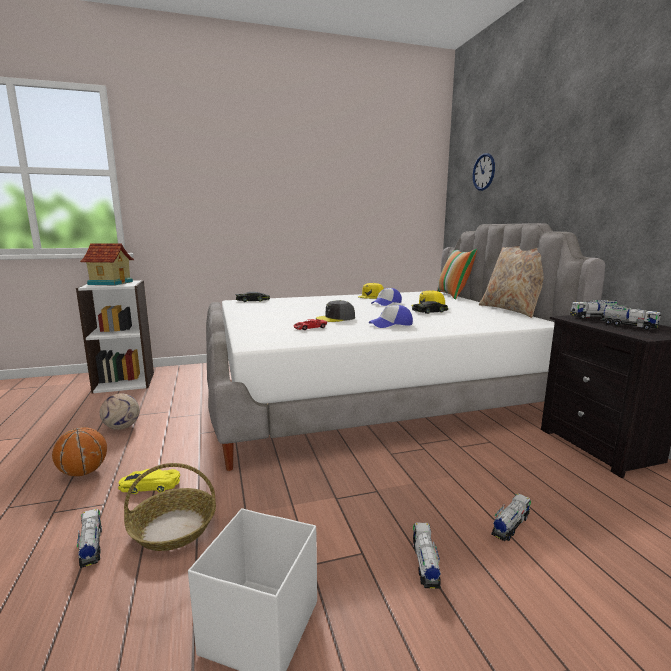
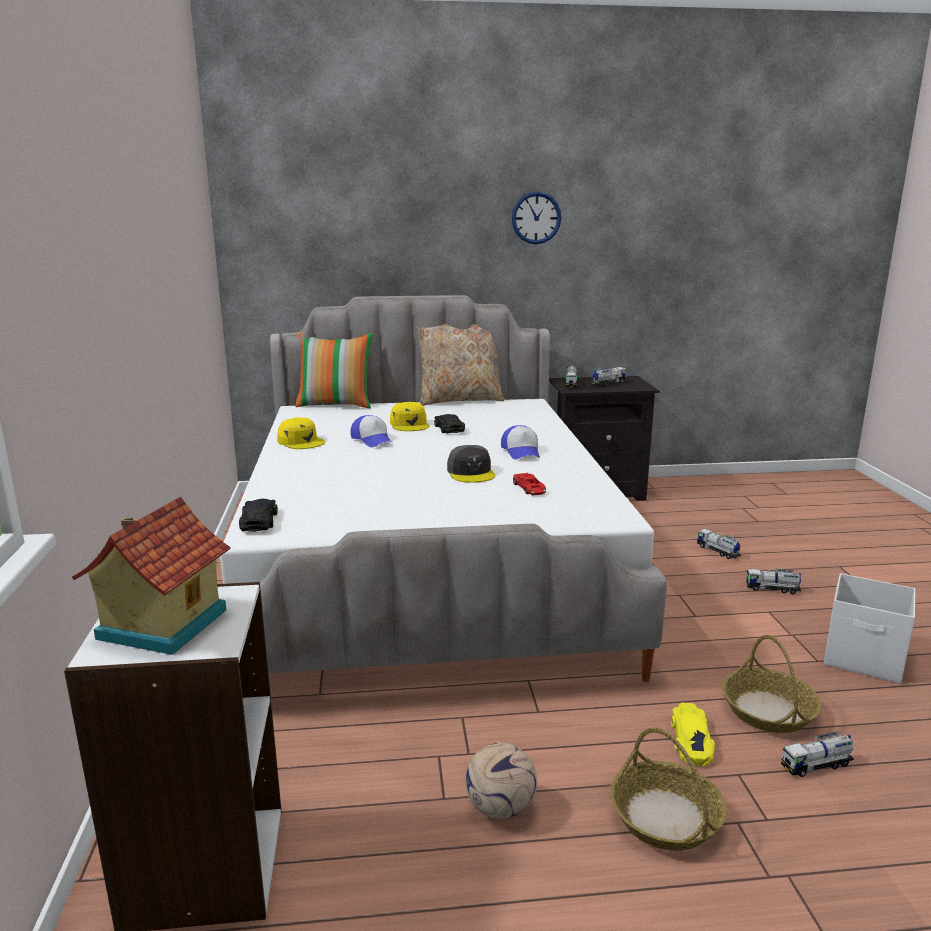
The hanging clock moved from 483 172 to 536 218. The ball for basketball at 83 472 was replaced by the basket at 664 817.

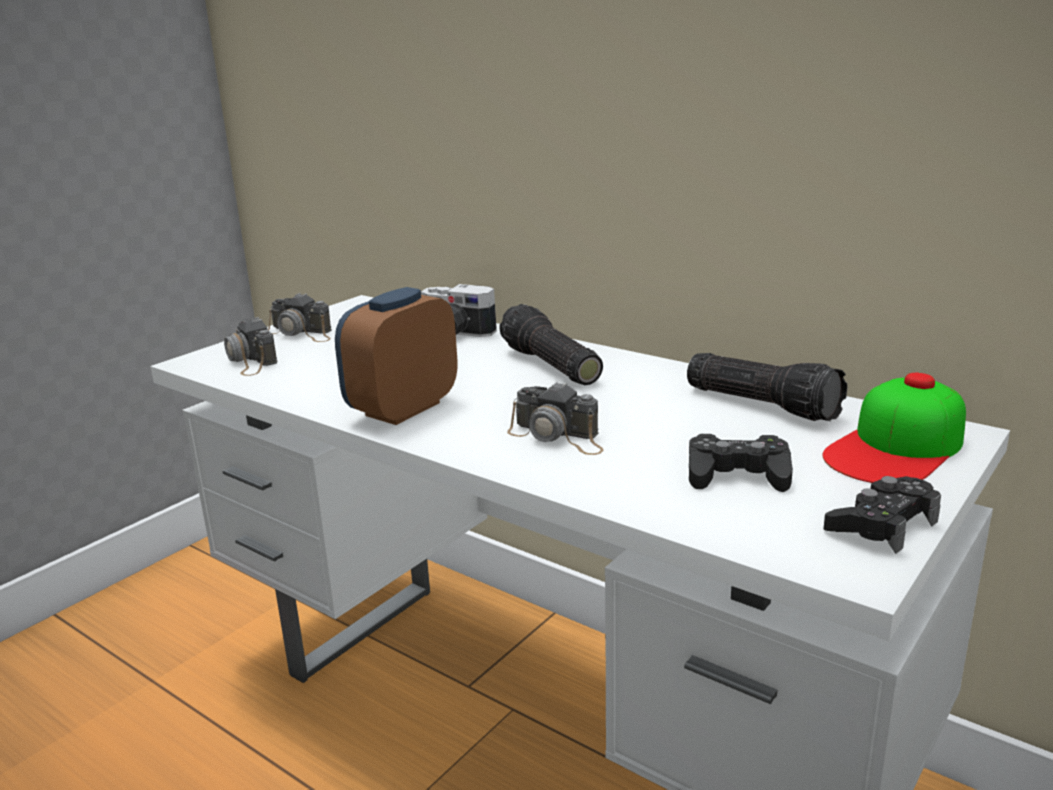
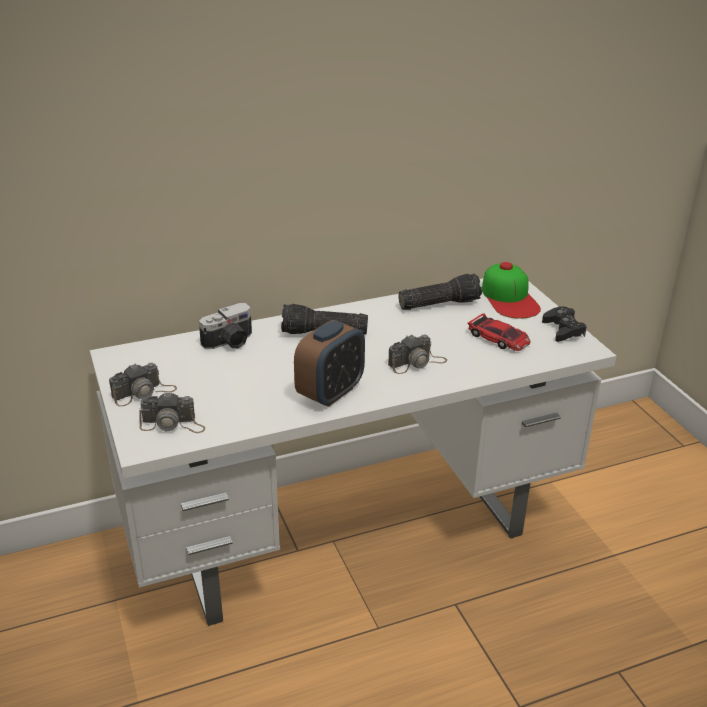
The black gamepad at 737 474 was replaced by the model car at 498 338. The bedside clock at 403 409 turned 120 degrees counterclockwise.

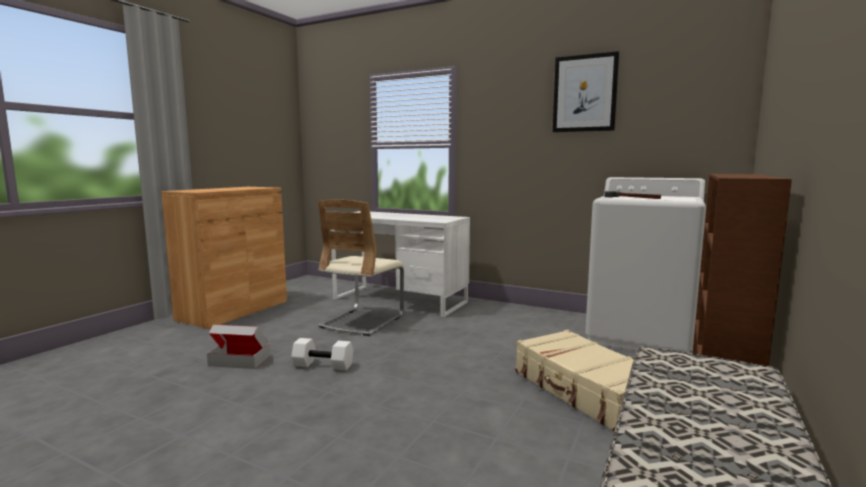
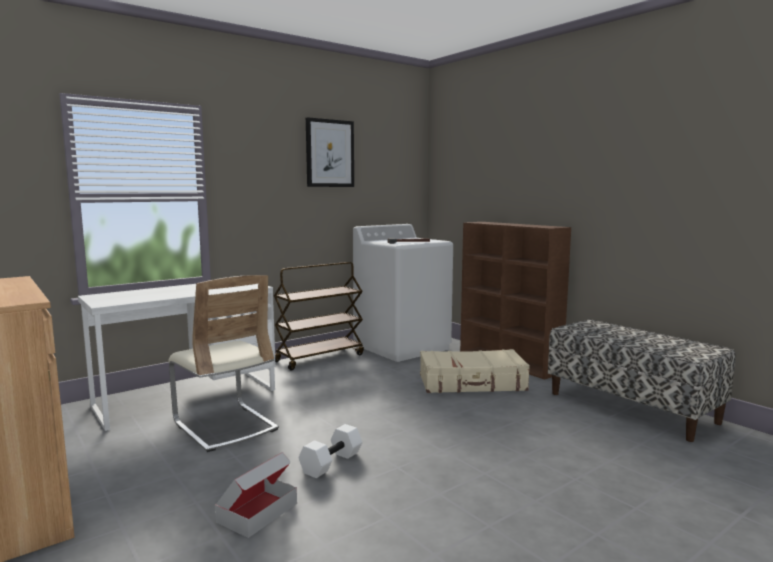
The brownish cart at 319 358 appeared.

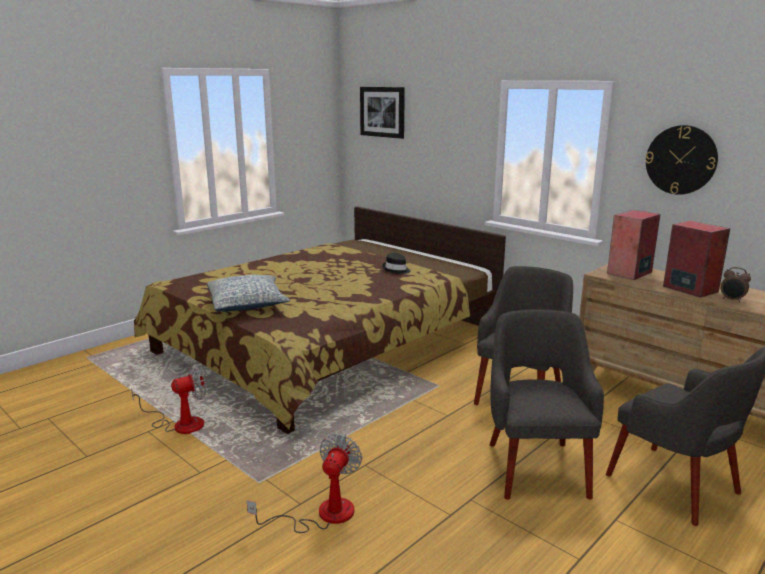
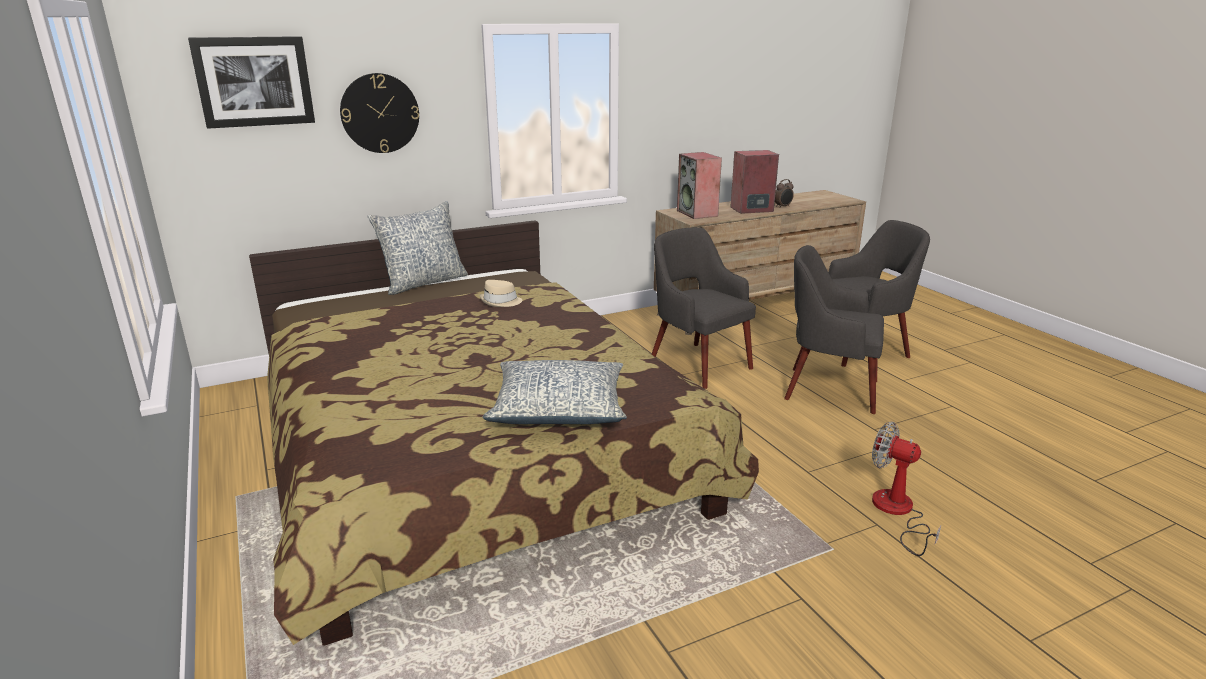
The fan at 180 424 disappeared. The cushion at 423 282 appeared. The hanging clock moved from 681 160 to 380 113. The black hat at 396 270 became the beige hat at 501 302.

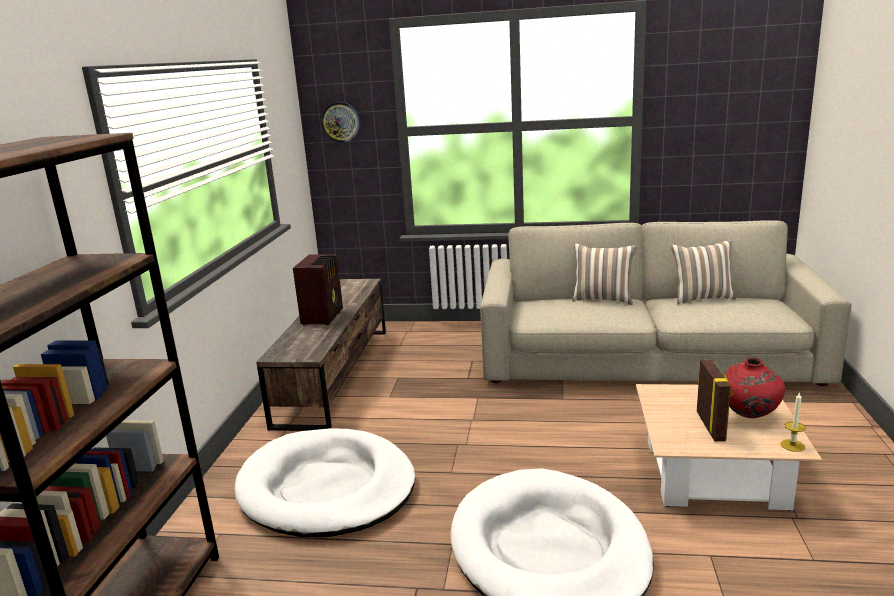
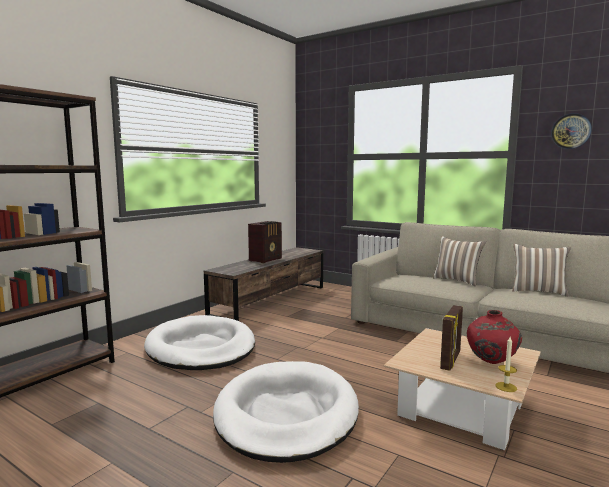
The hanging clock moved from 340 122 to 571 131.

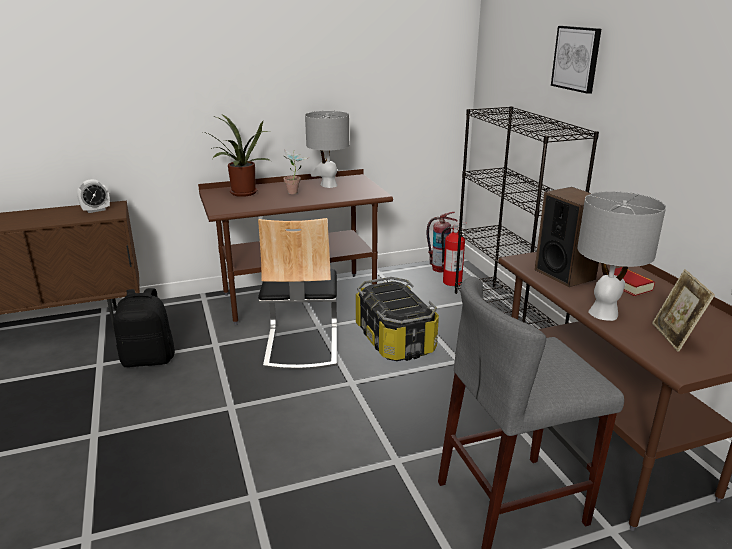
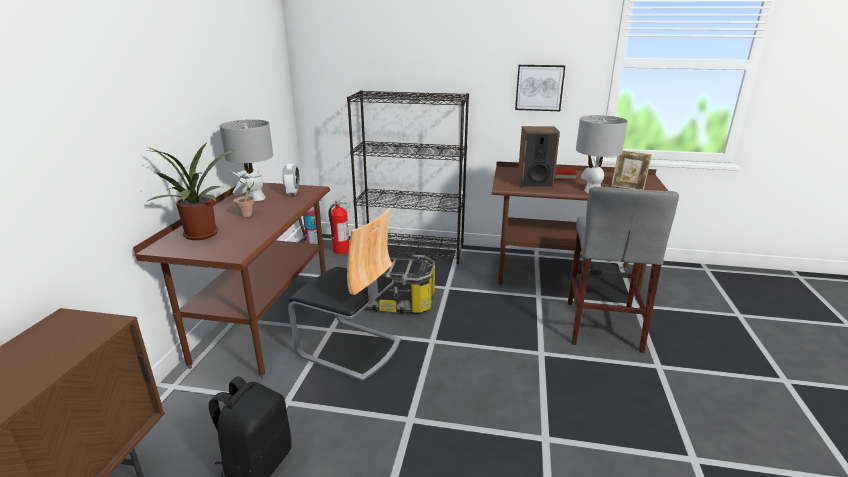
The bedside clock moved from 96 210 to 292 192. The picture moved from 576 58 to 539 87.

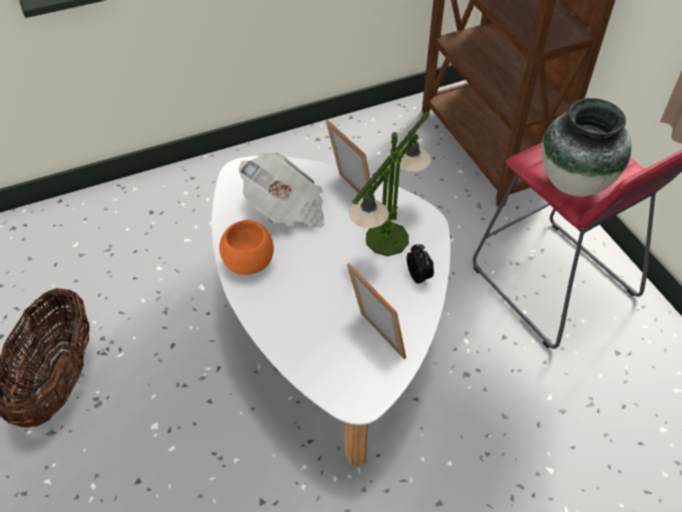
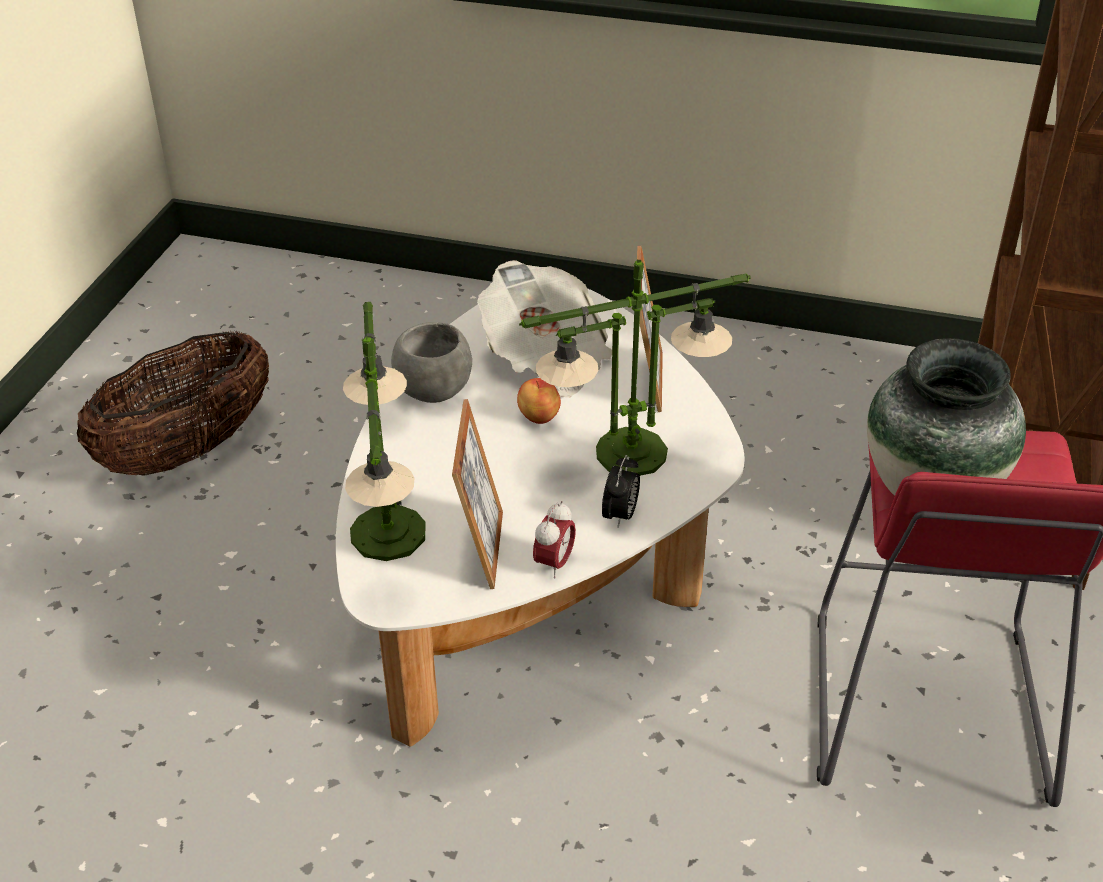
The tabletop lamp at 388 535 appeared. The apple at 538 416 appeared. The bedside clock at 554 563 appeared. The orange-coloured bowl at 248 263 became the greyish bowl at 433 391.

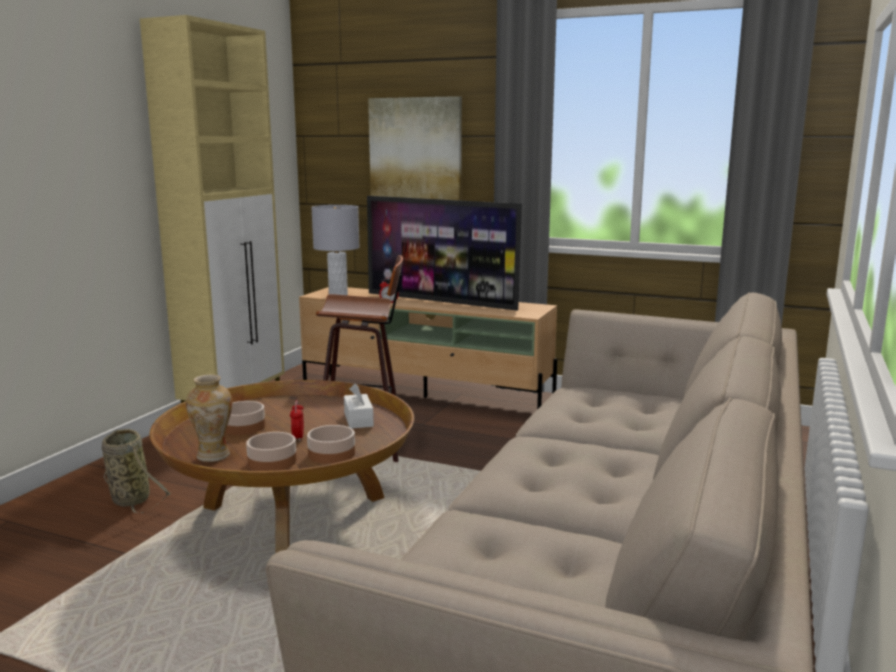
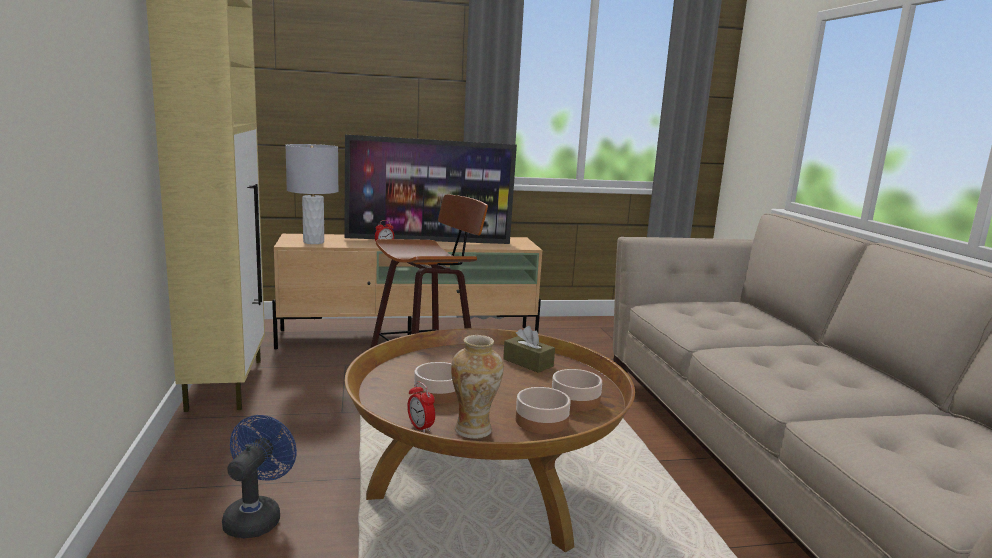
The picture at 415 149 disappeared. The bedside clock moved from 298 437 to 420 427. The basket at 129 498 was replaced by the blue-coloured fan at 256 516. The white-coloured tissue box at 358 420 became the brownish tissue box at 528 363.

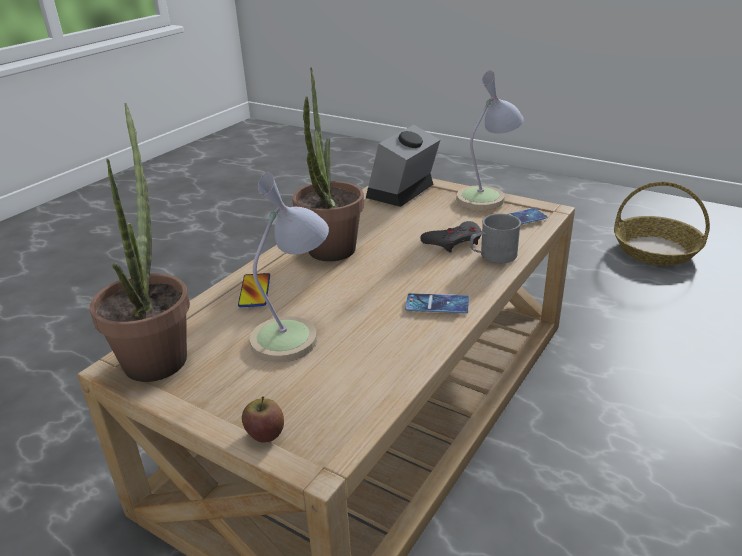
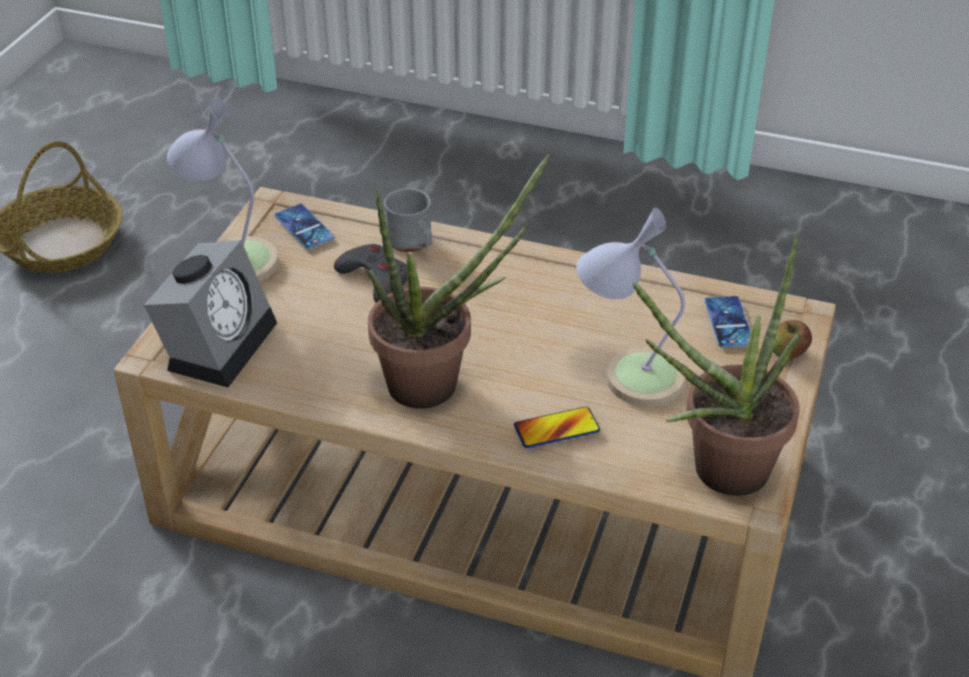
The handset moved from 437 304 to 728 322. The bedside clock at 402 192 turned 90 degrees counterclockwise.

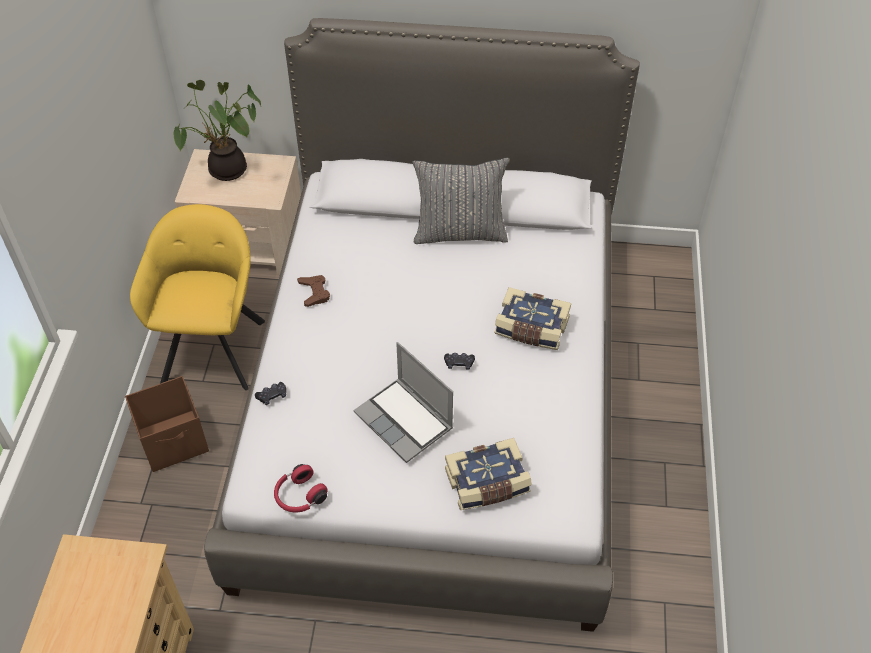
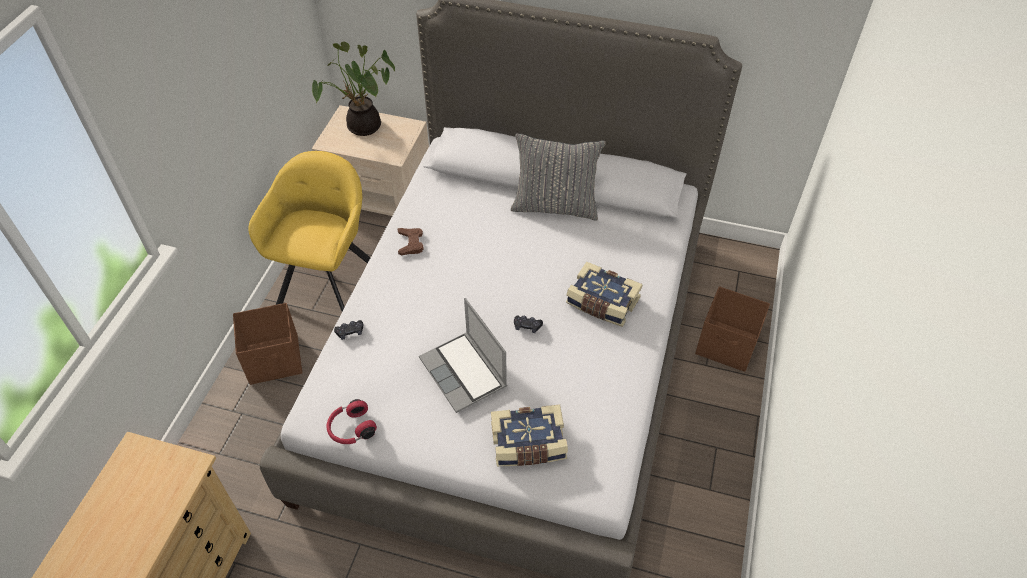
The brownish storage container at 727 346 appeared.

